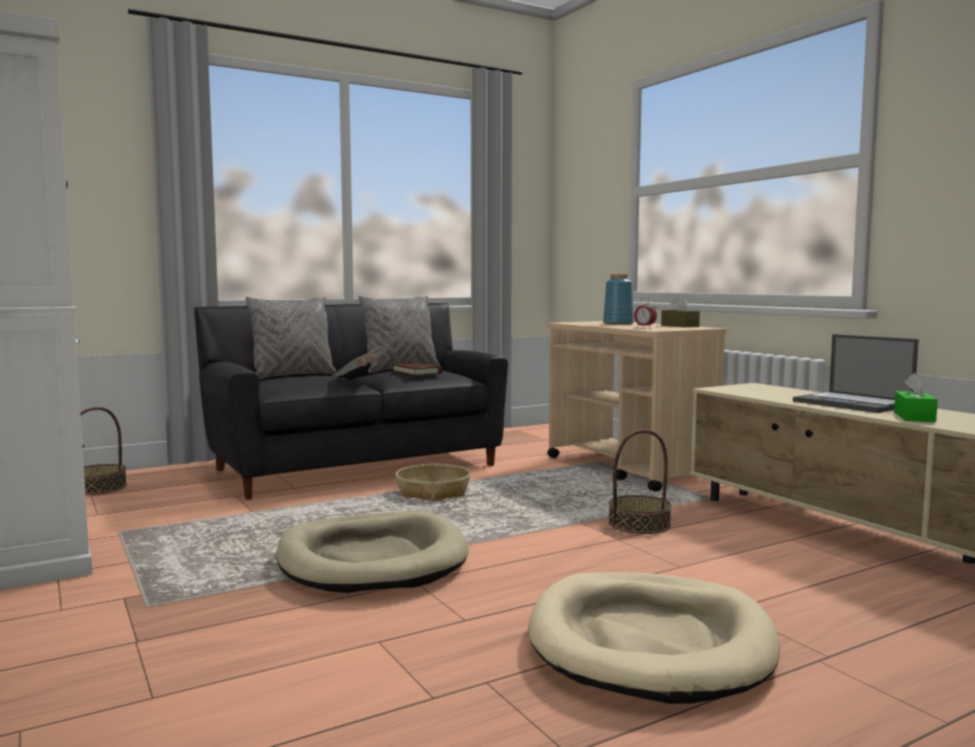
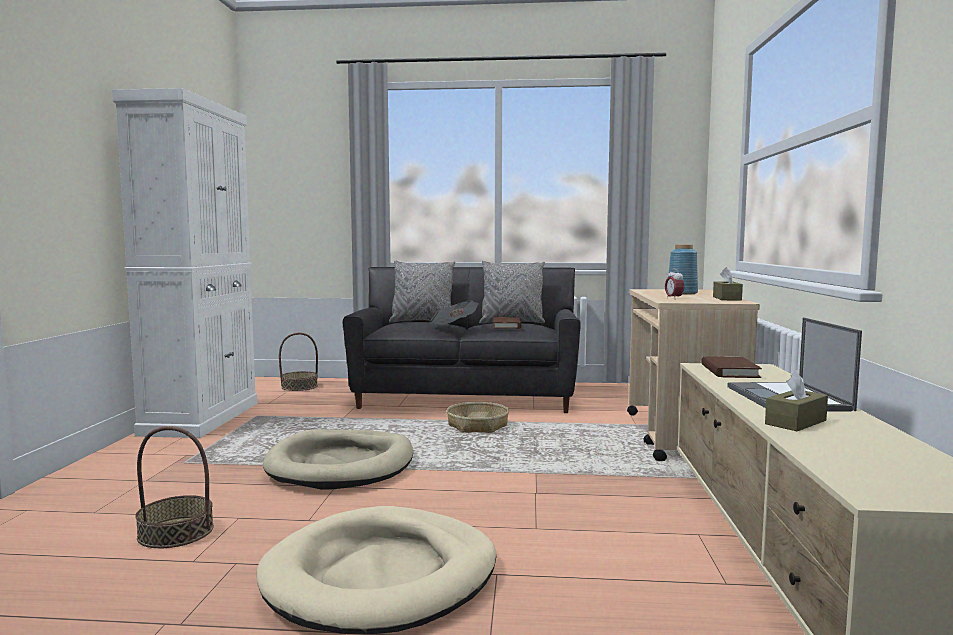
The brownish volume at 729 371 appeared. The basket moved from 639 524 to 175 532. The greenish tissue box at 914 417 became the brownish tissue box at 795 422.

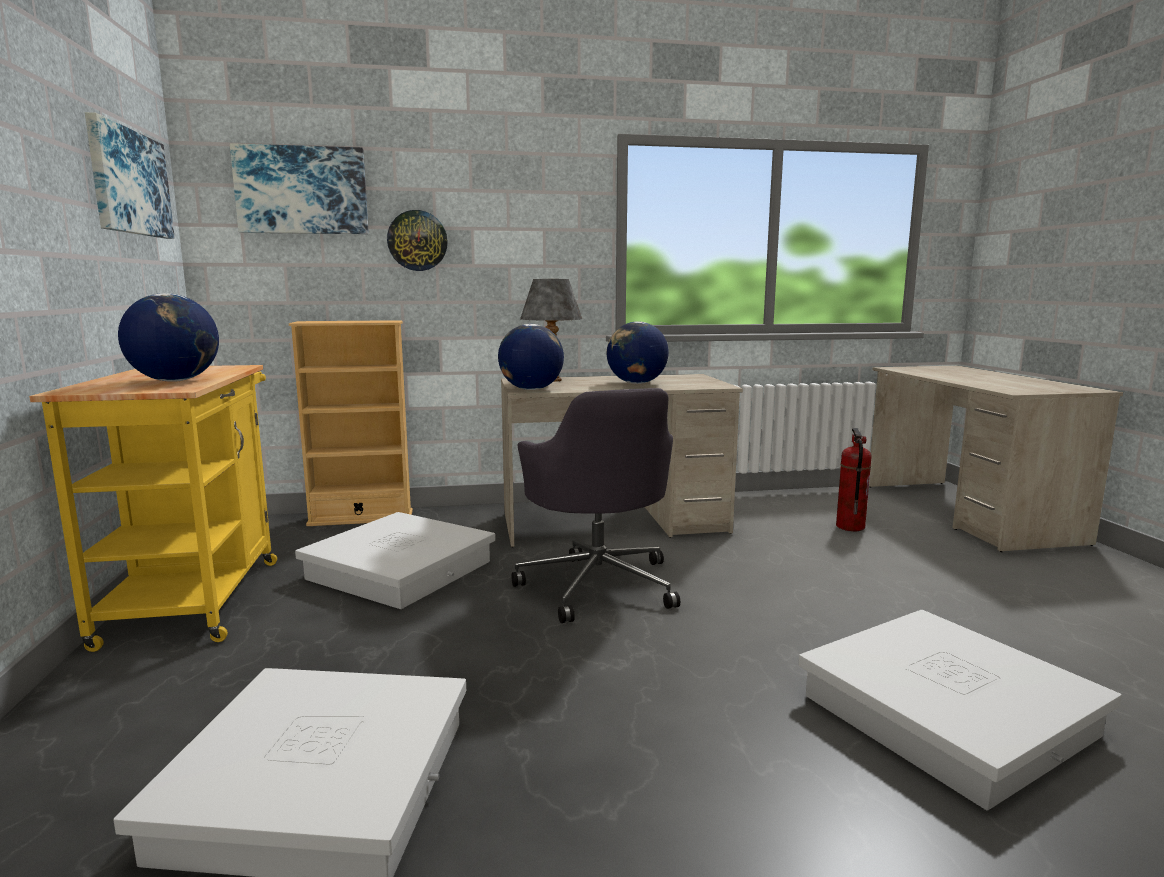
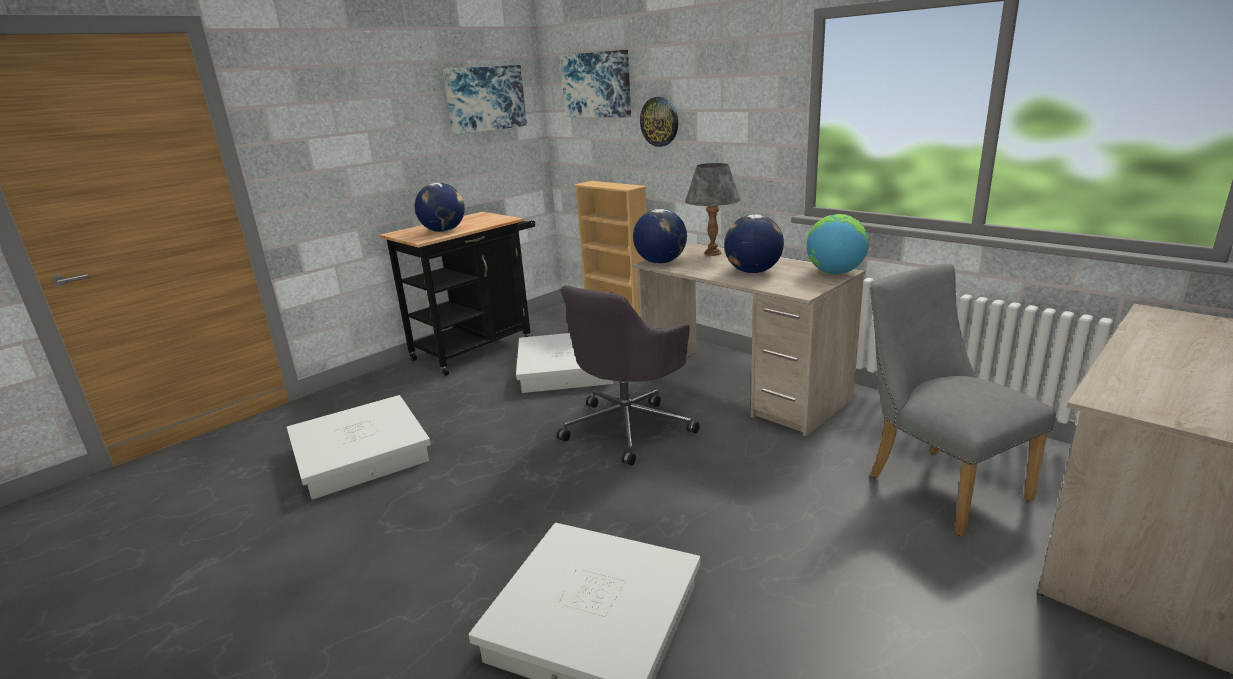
The globe at 834 273 appeared. The fire-fighting cylinder at 849 526 was replaced by the greyish upright chair at 937 483. The yellow-coloured cart at 197 595 became the black cart at 479 347.

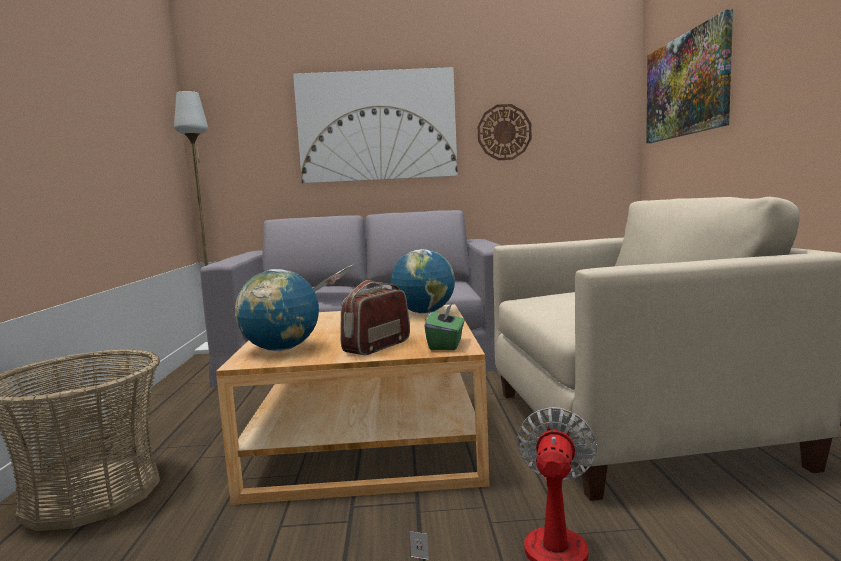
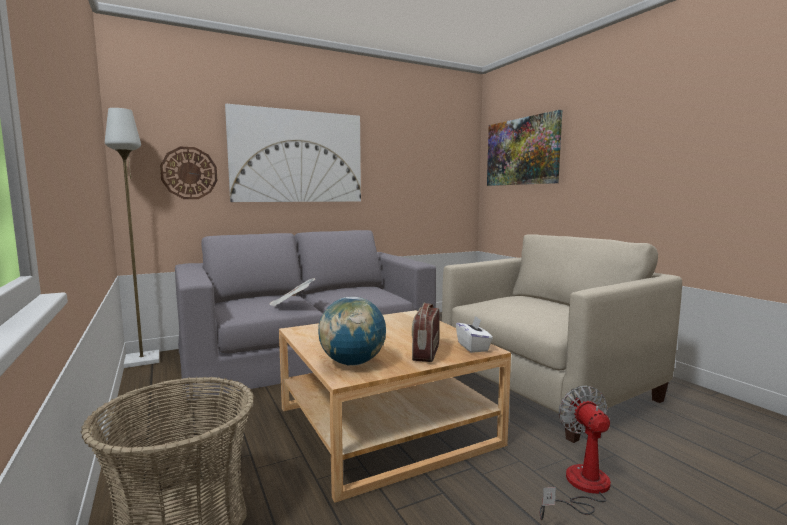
The globe at 424 313 disappeared. The hanging clock moved from 504 132 to 189 173. The greenish tissue box at 446 345 became the white-coloured tissue box at 473 347.

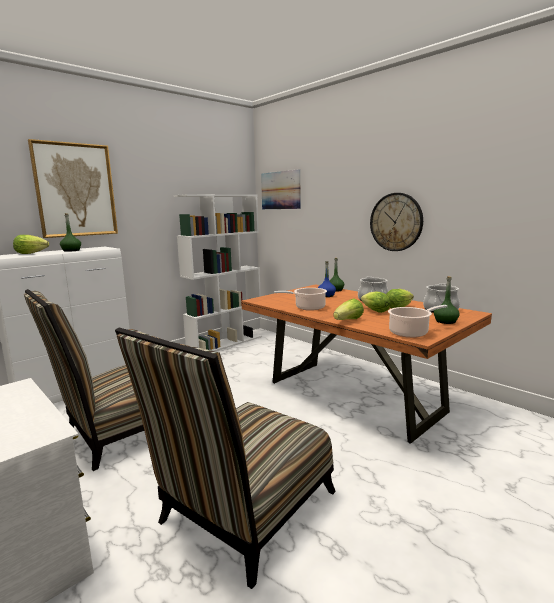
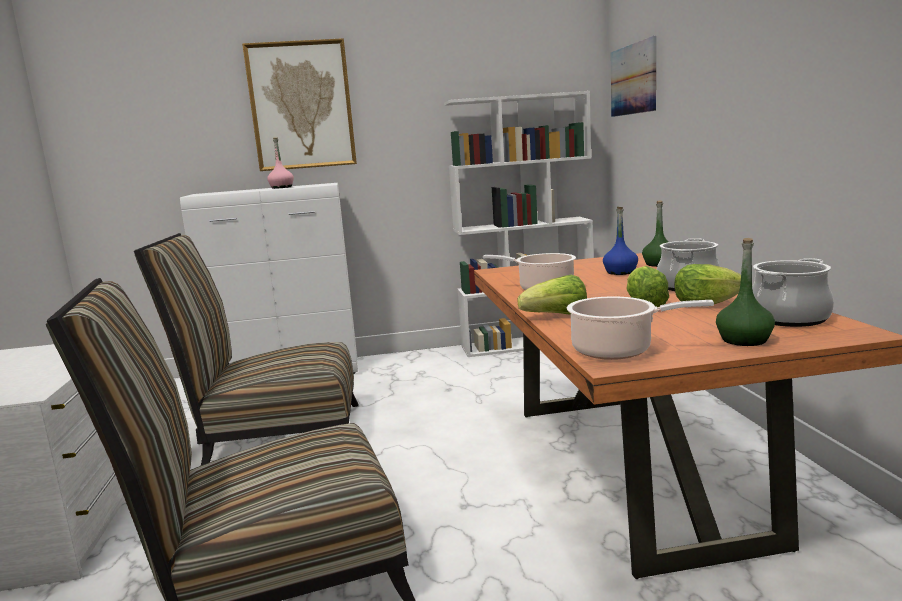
The lettuce head at 31 253 disappeared. The hanging clock at 396 222 disappeared. The greenish drink bottle at 71 250 became the pink drink bottle at 282 187.

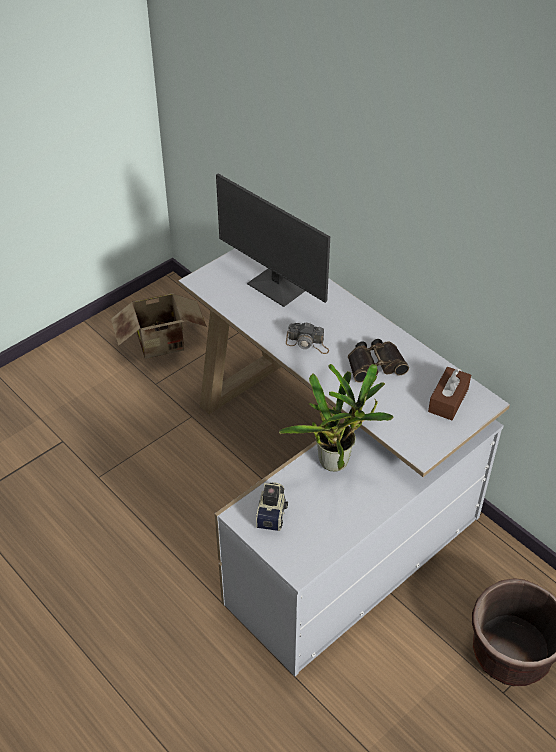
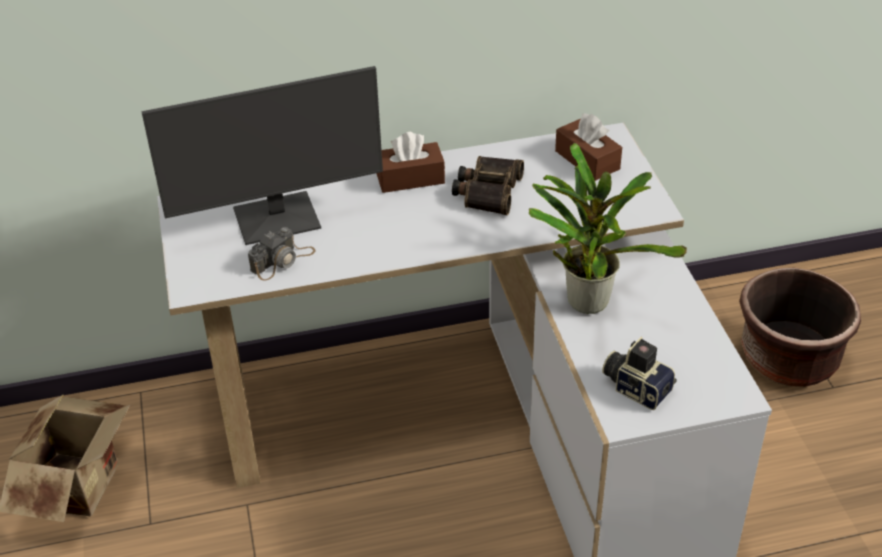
The brownish tissue box at 410 178 appeared. The still camera moved from 308 344 to 282 260.

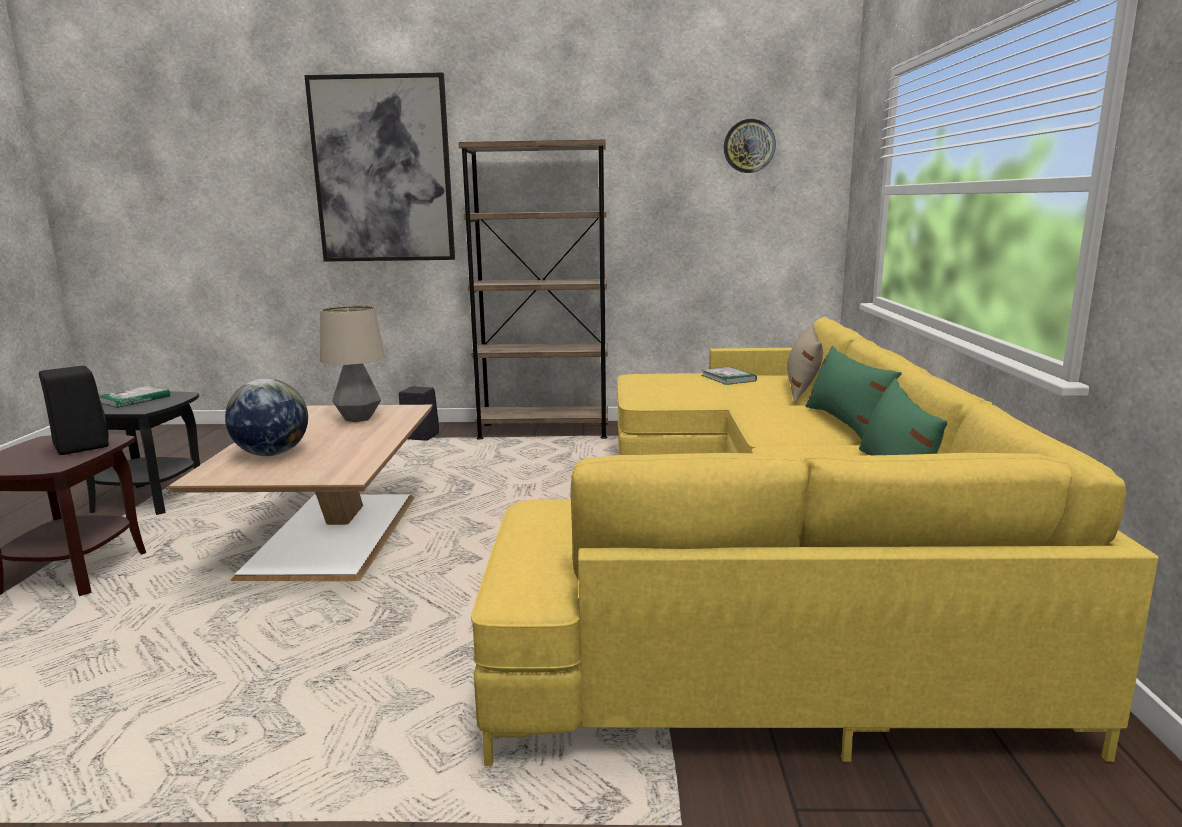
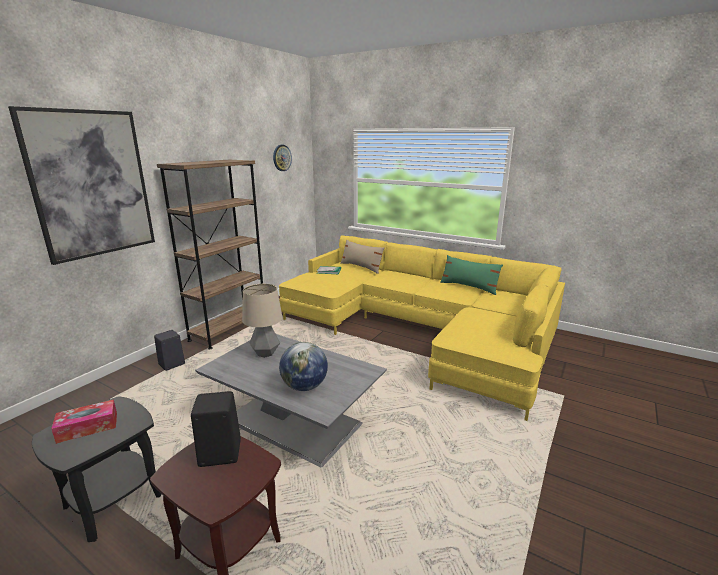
The greenish cushion at 846 424 disappeared. The volume at 134 399 was replaced by the tissue box at 88 427. The brownish lounge table at 332 536 became the greyish lounge table at 295 422.

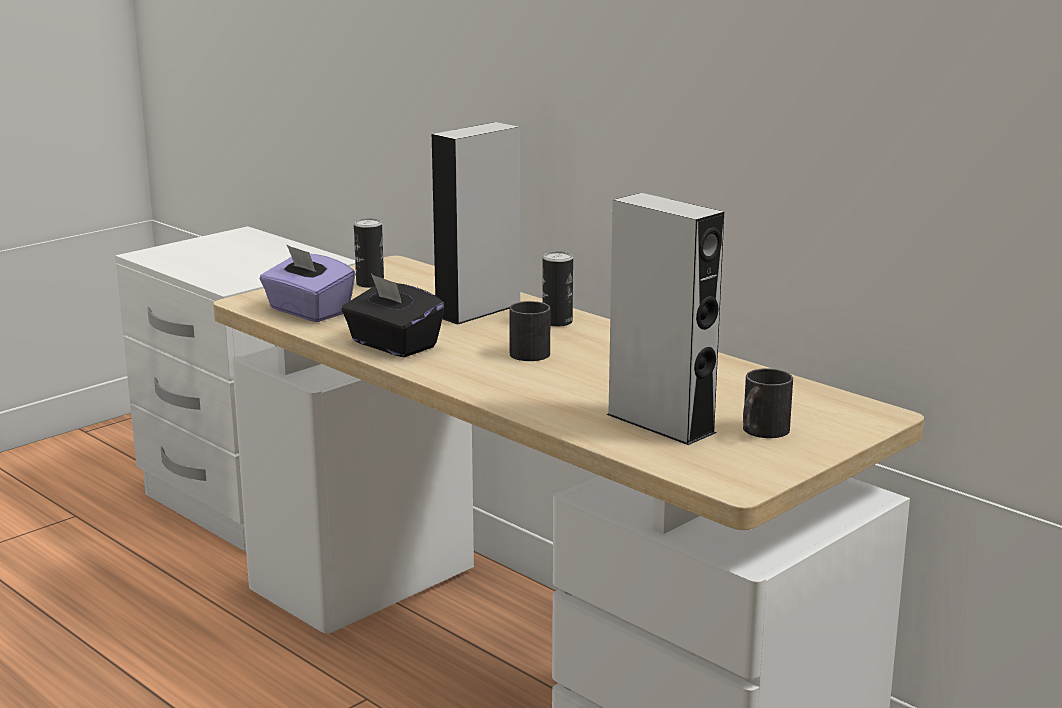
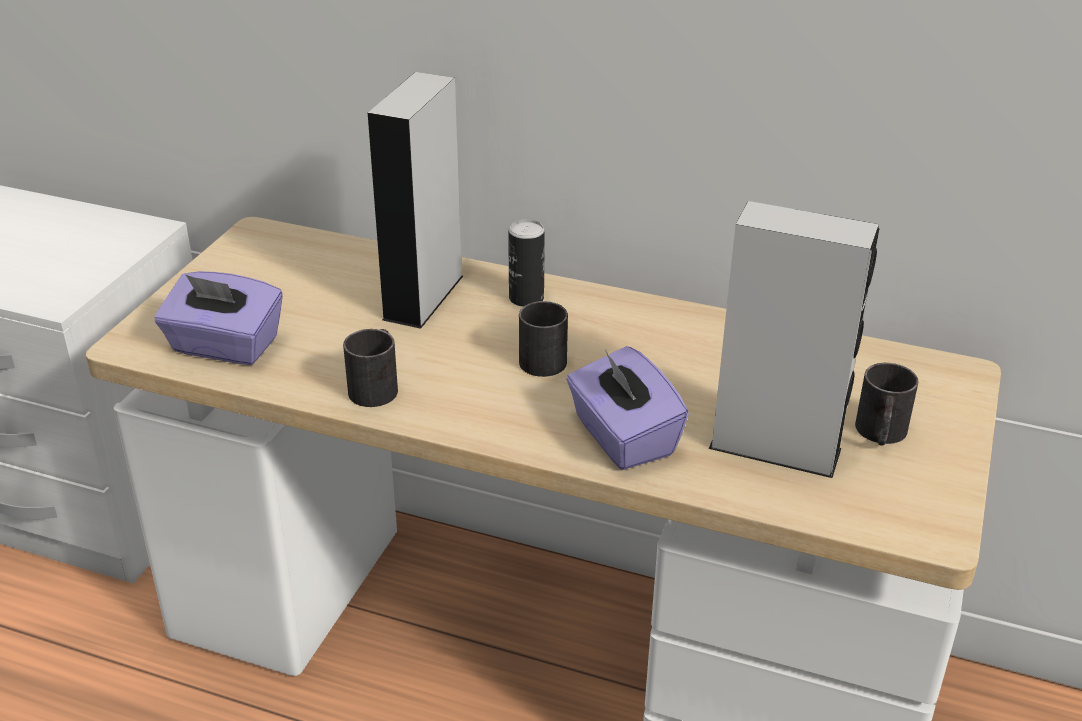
The sealed can at 370 284 disappeared. The purplish tissue box at 622 437 appeared. The black tissue box at 393 345 was replaced by the black mug at 377 386.

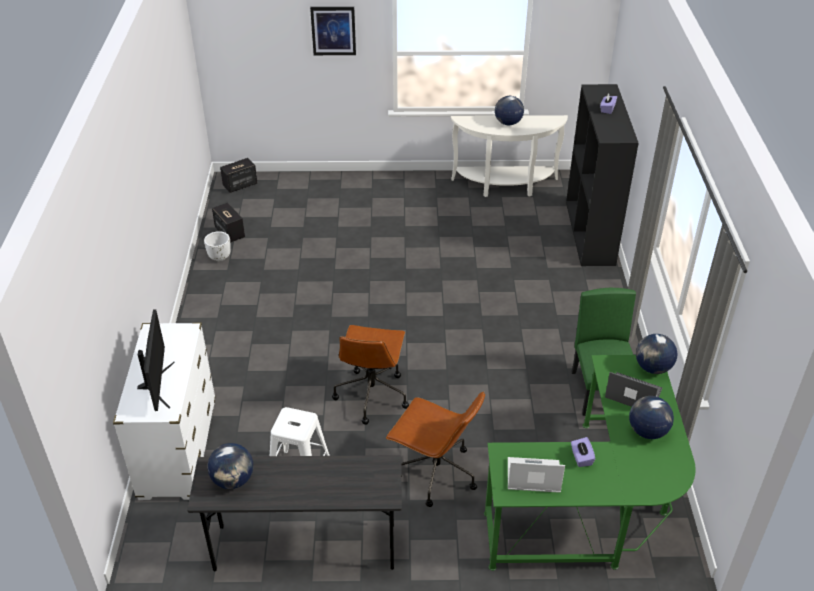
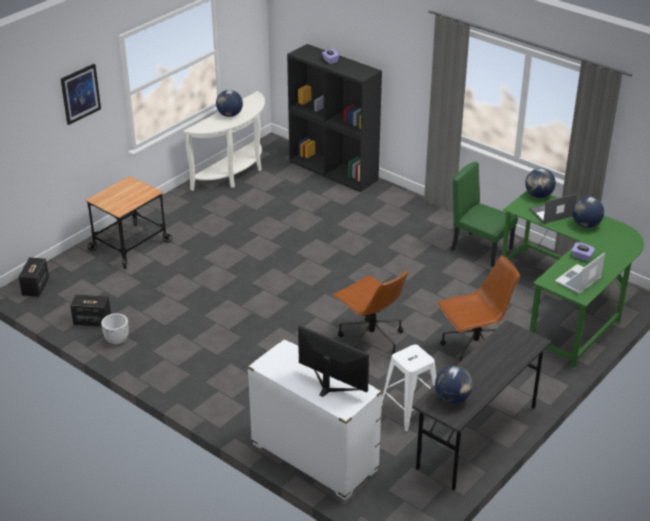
The cart at 130 246 appeared.

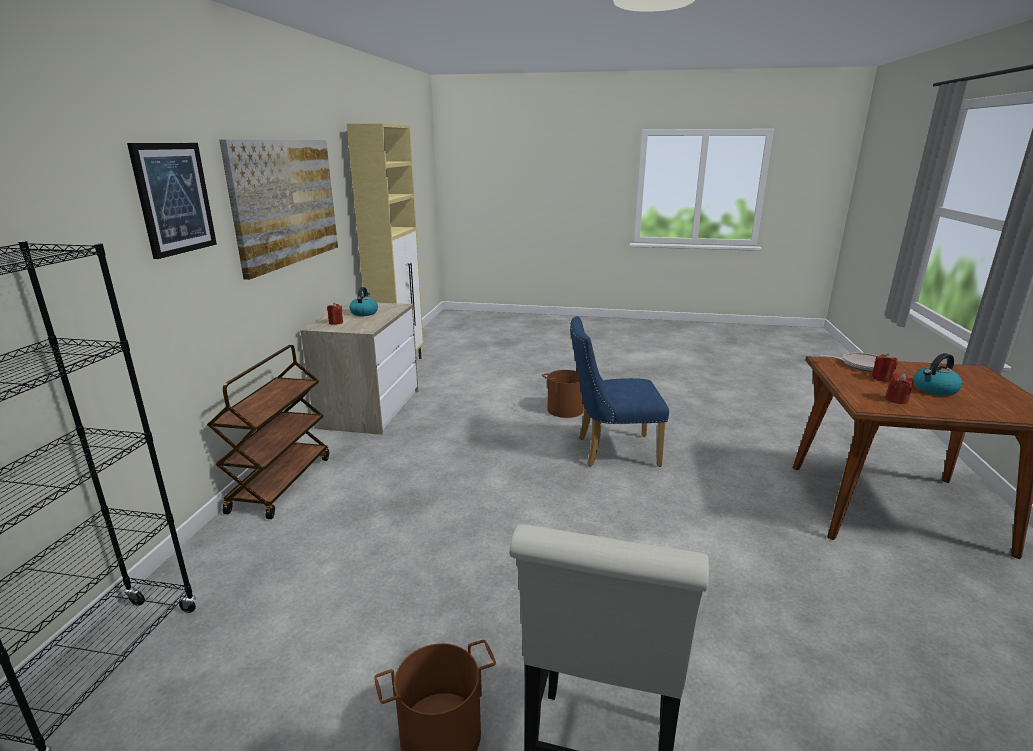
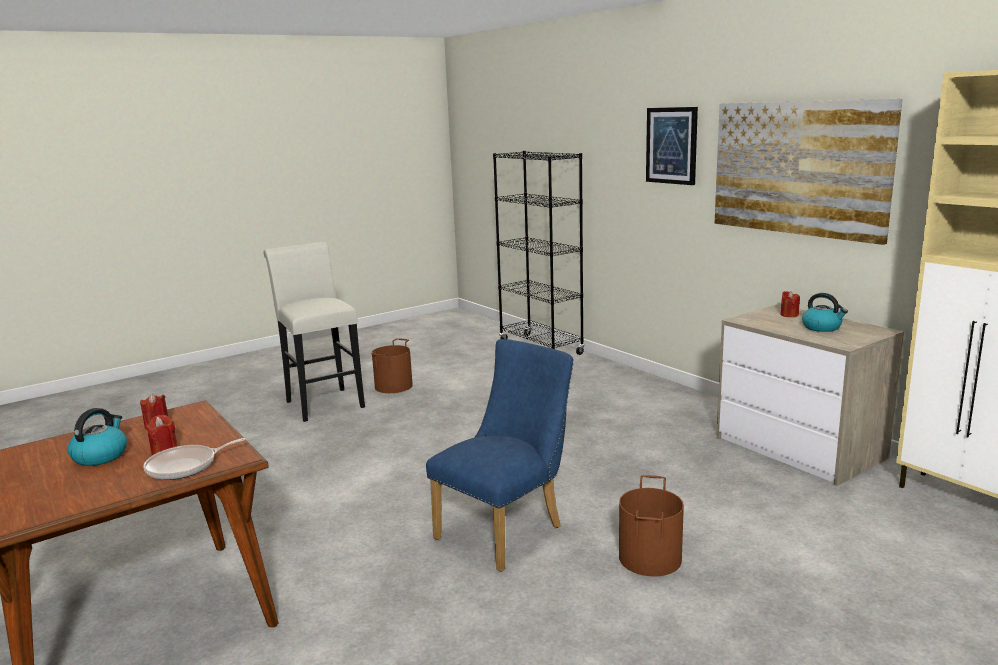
The brownish cart at 281 483 disappeared.

